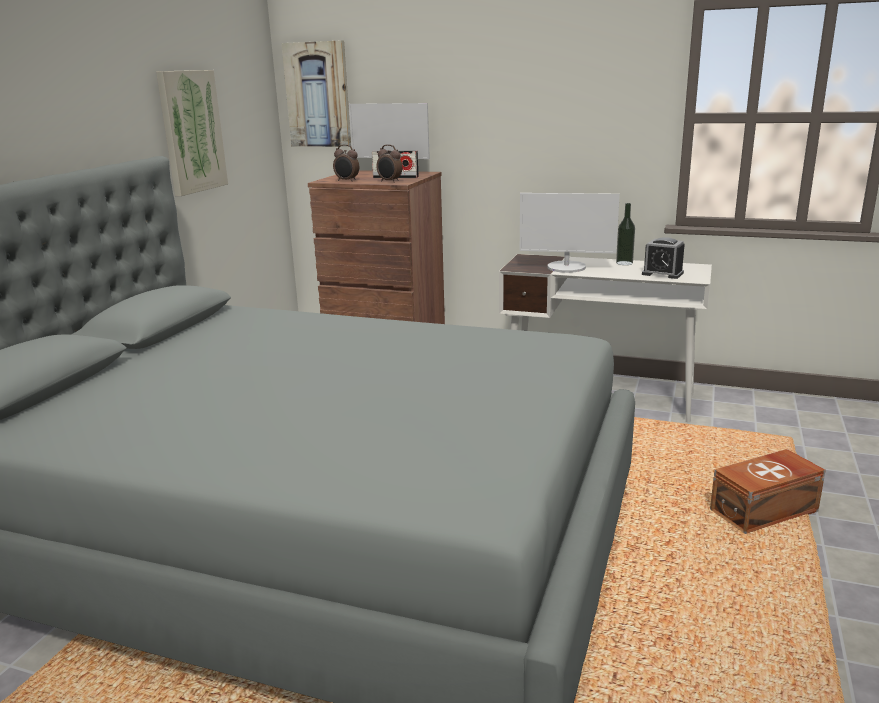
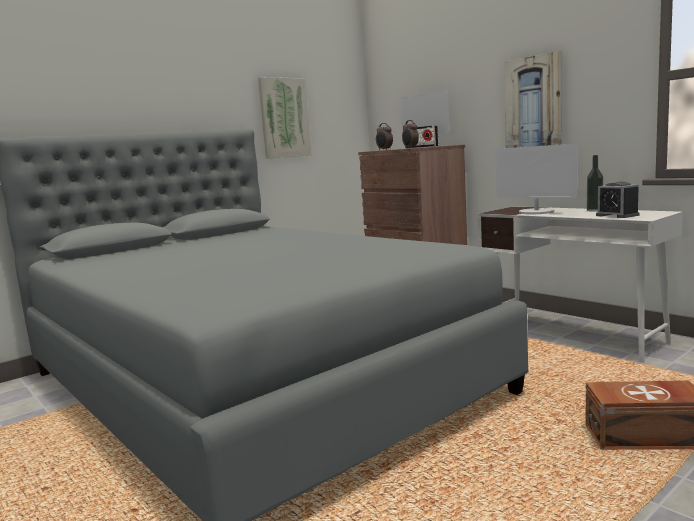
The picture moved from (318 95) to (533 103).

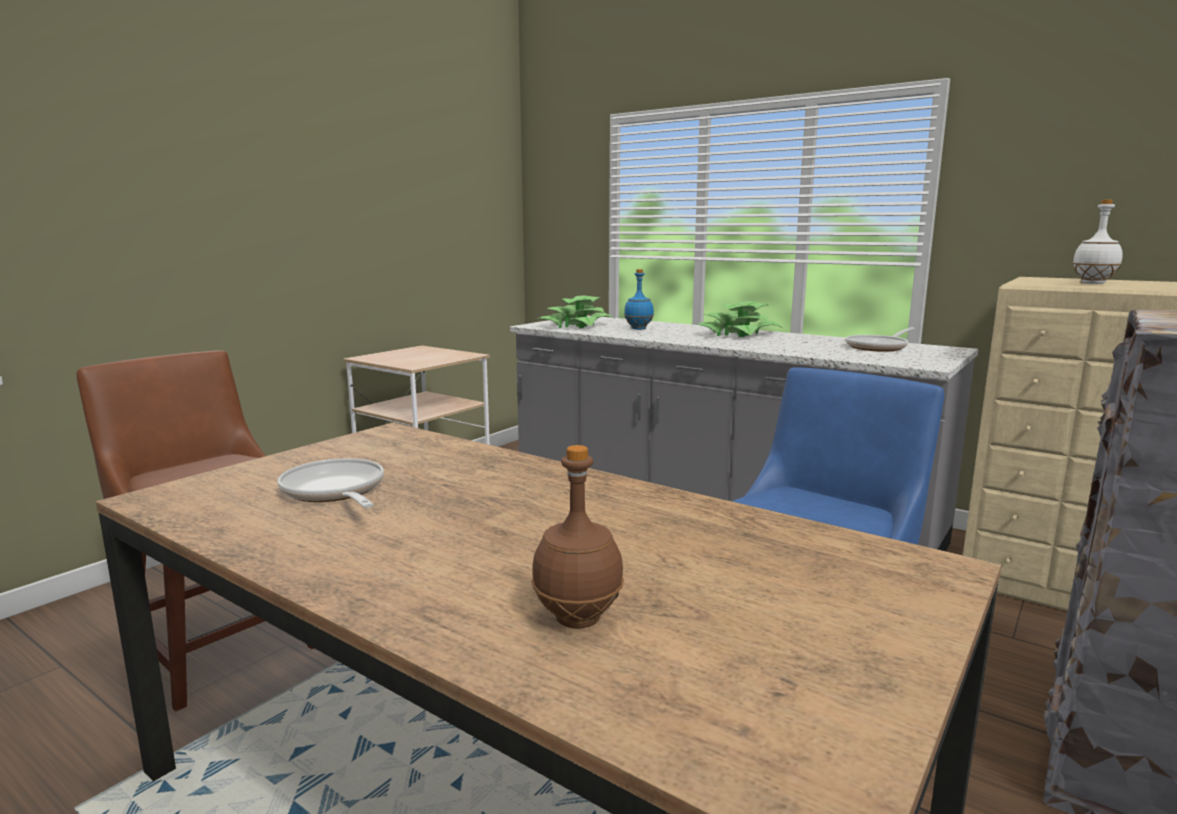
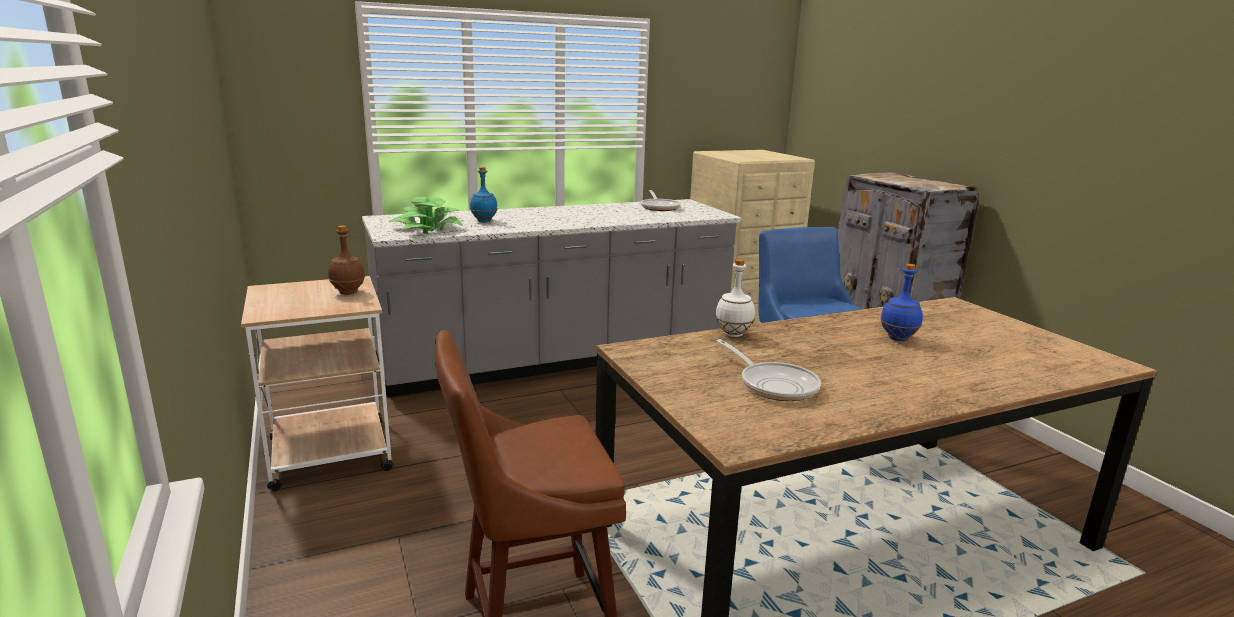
The brown bottle moved from (578 619) to (348 292).
The white bottle moved from (1093 283) to (732 334).
The frying pan at (335 492) turned 120 degrees counterclockwise.
The blue bottle at (898 339) appeared.
The potted plant at (737 334) disappeared.

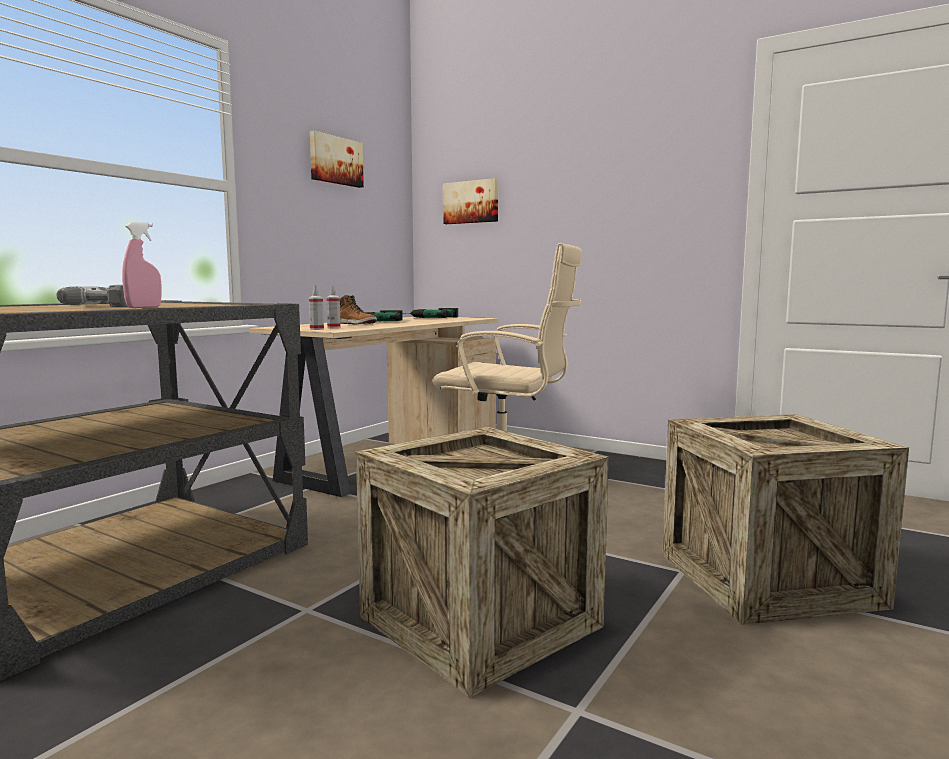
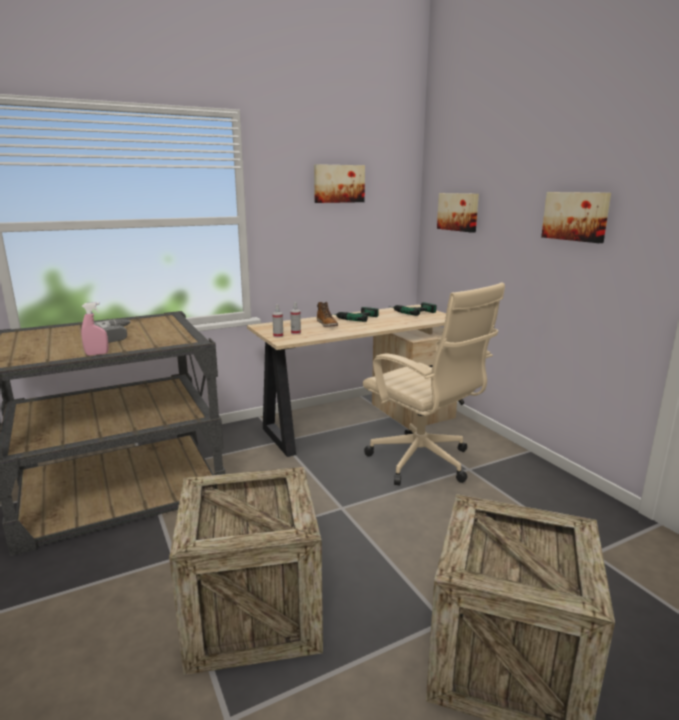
The picture at (576 216) appeared.

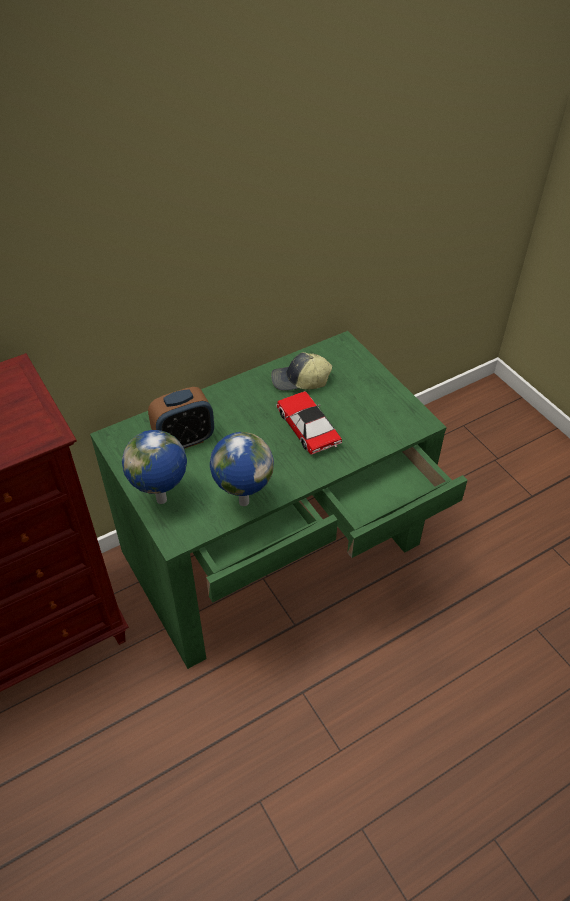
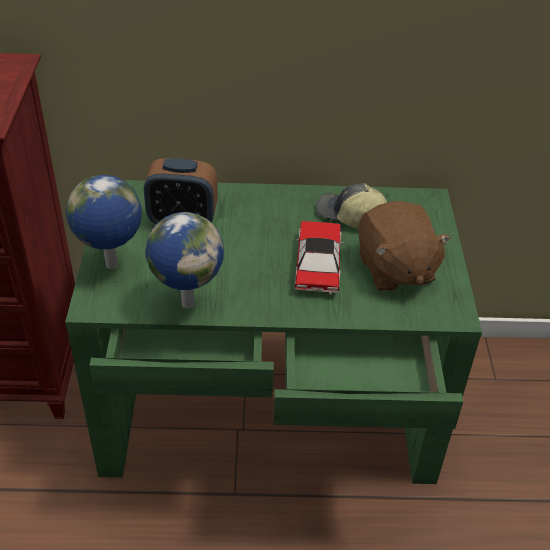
The brown plush toy at (394 269) appeared.

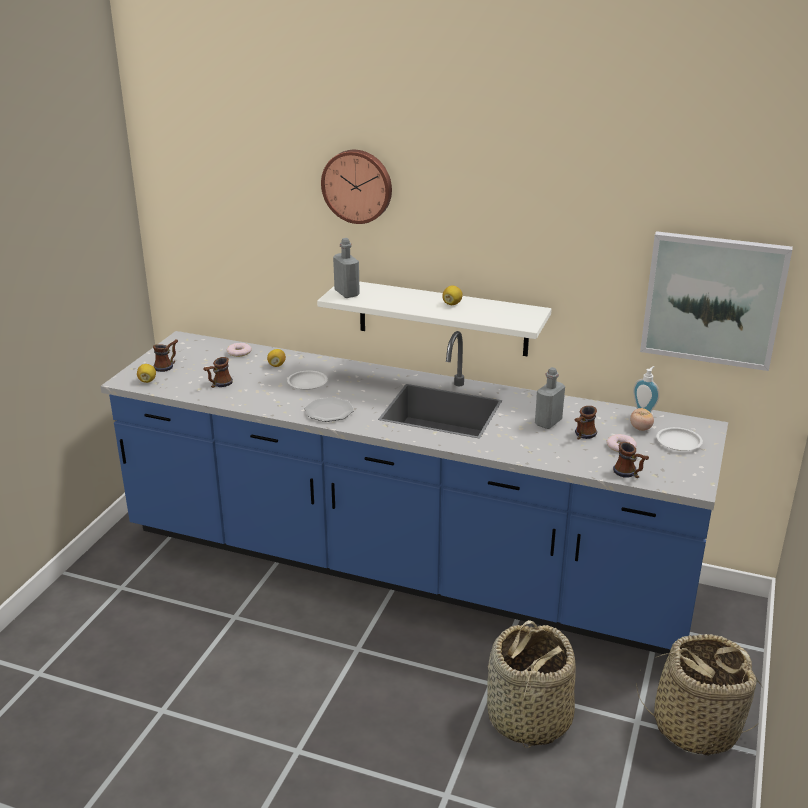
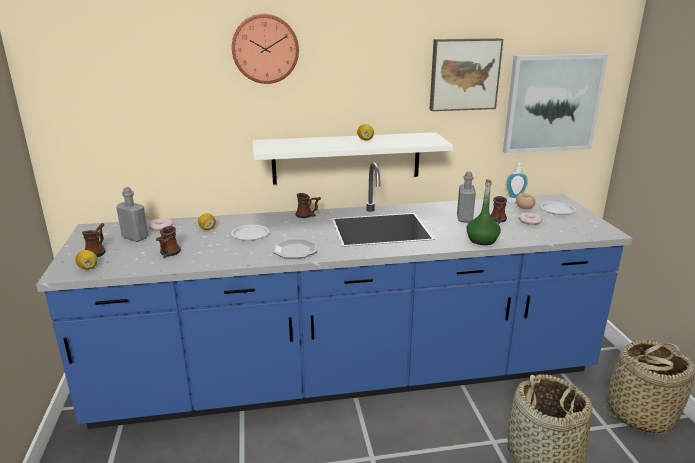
The grey bottle moved from (347 293) to (135 237).
The mug moved from (629 474) to (308 215).
The picture at (464 74) appeared.
The green bottle at (482 240) appeared.

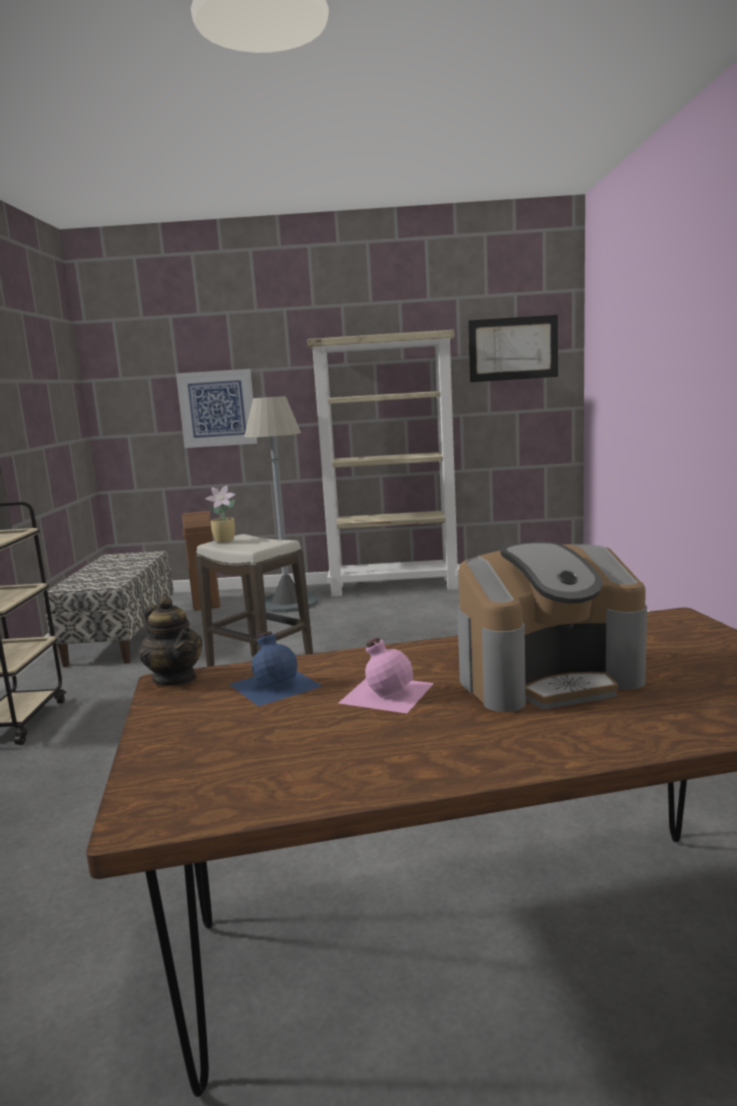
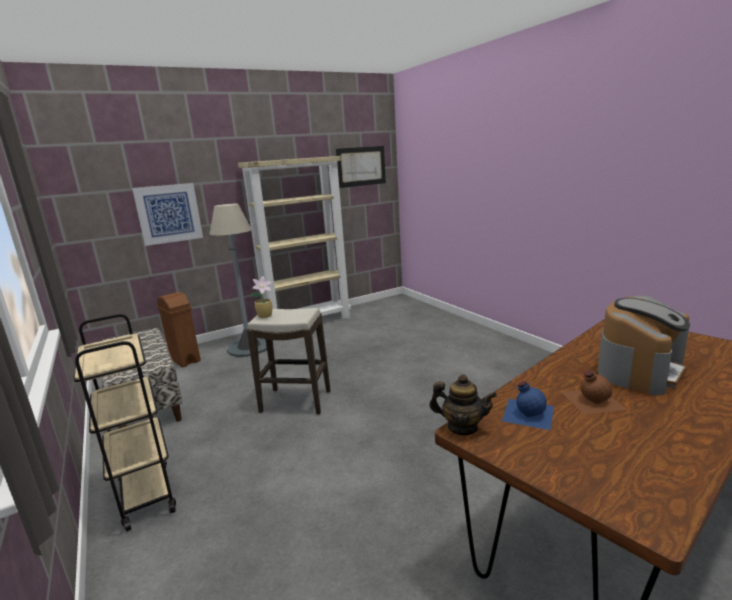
The pink bottle at (386 692) became the brown bottle at (591 400).

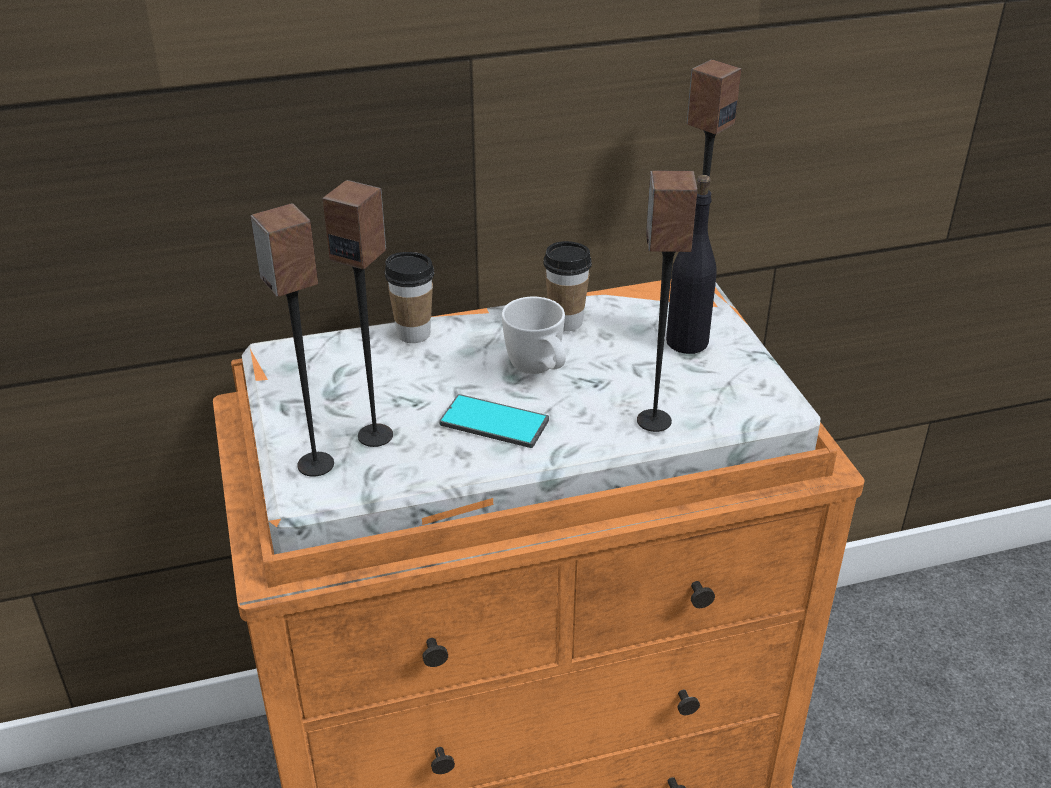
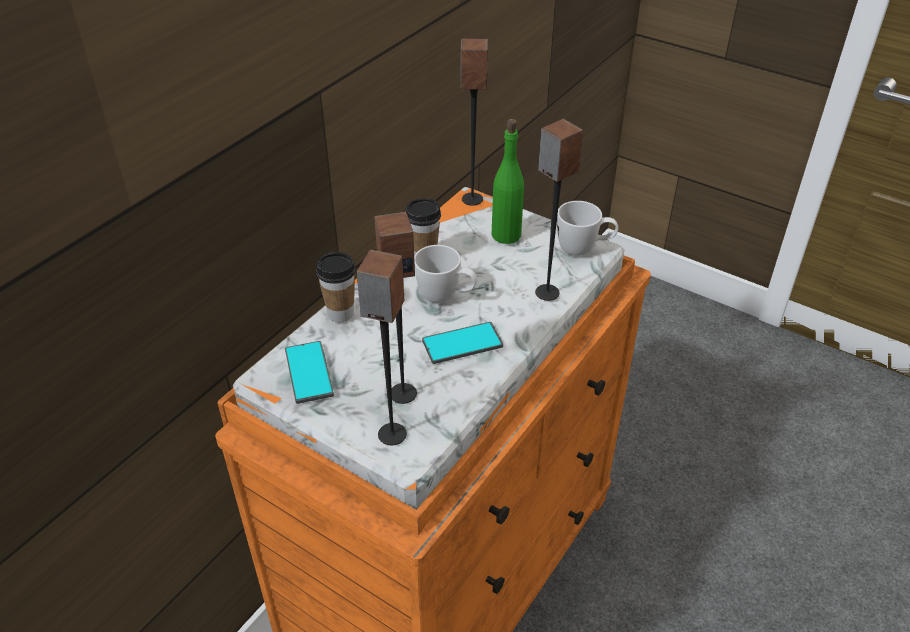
The phone at (309 372) appeared.
The black bottle at (687 342) became the green bottle at (506 234).
The white mug at (584 249) appeared.

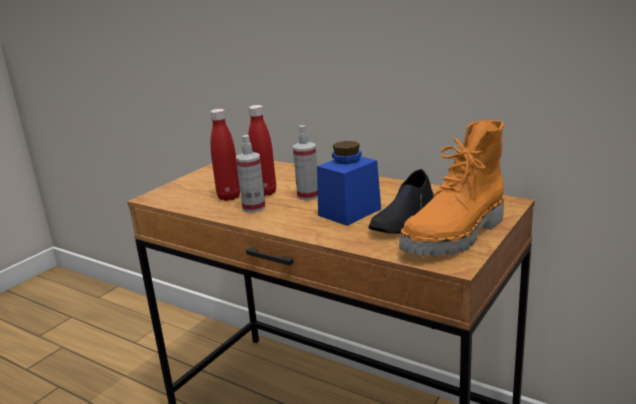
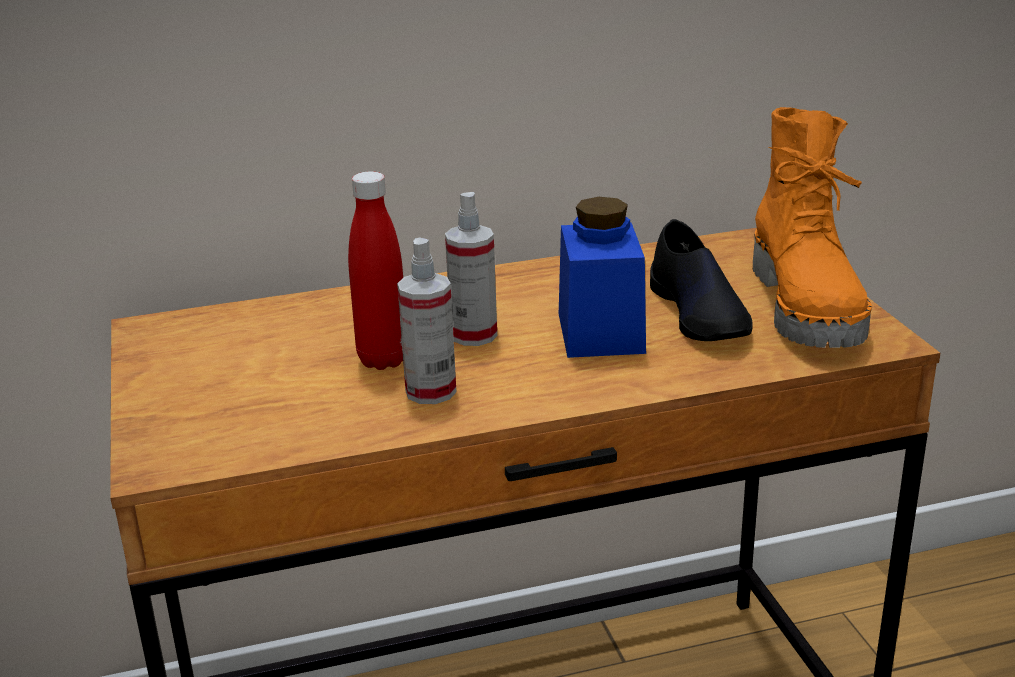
The red bottle at (229 197) disappeared.

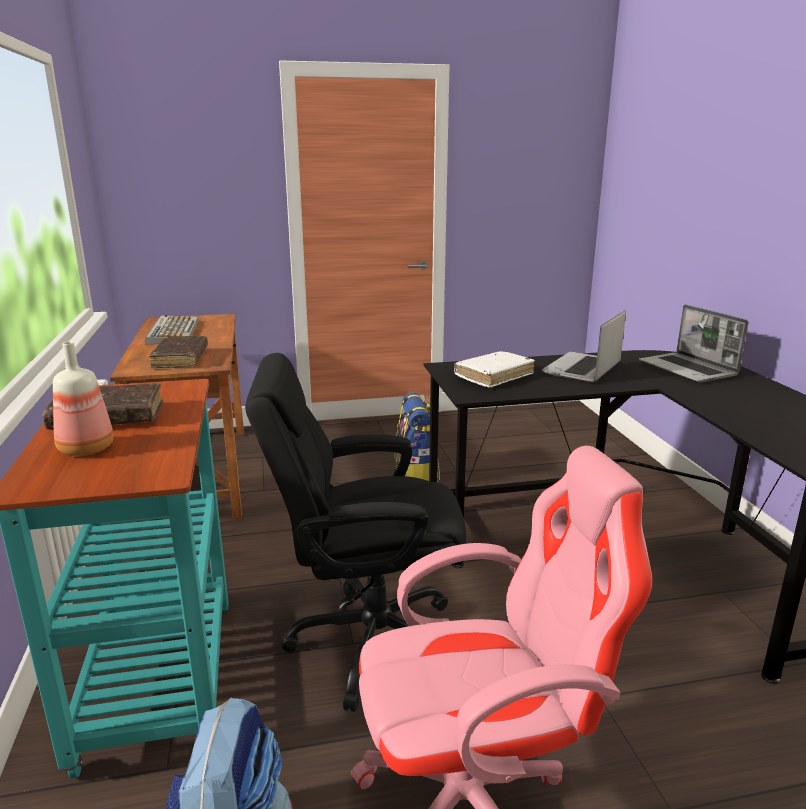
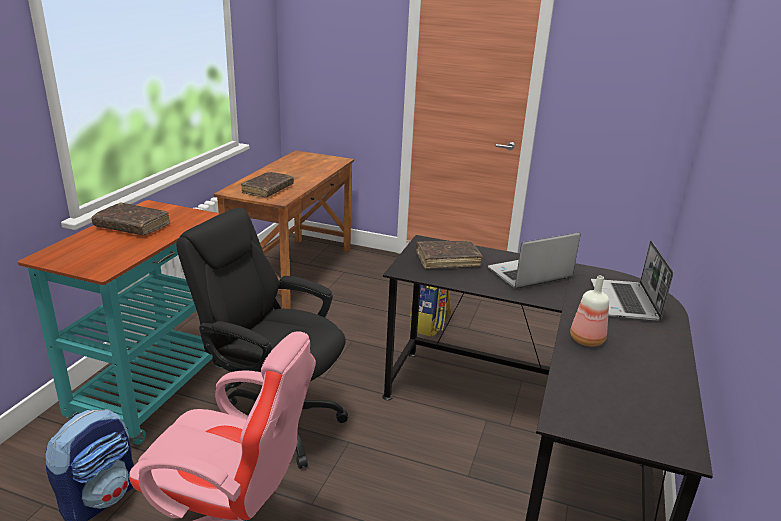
The white book at (494 376) became the brown book at (447 260).
The bottle moved from (84 449) to (585 340).
The keyboard at (173 331) disappeared.

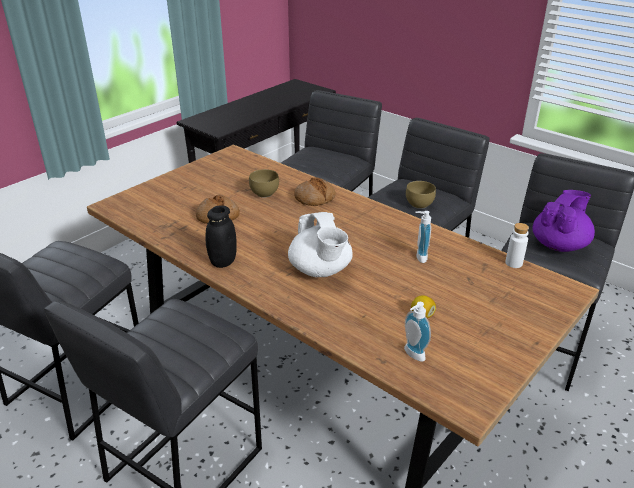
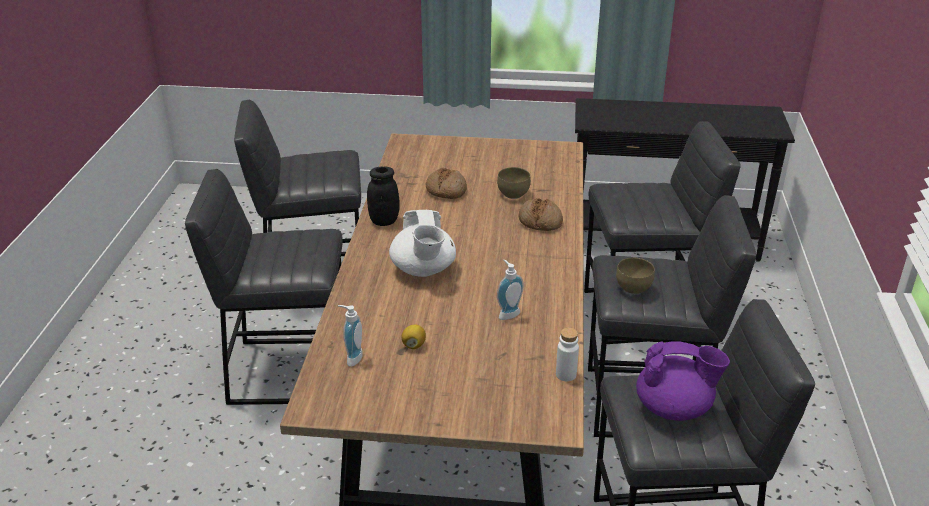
The white teapot at (320 270) turned 45 degrees counterclockwise.

